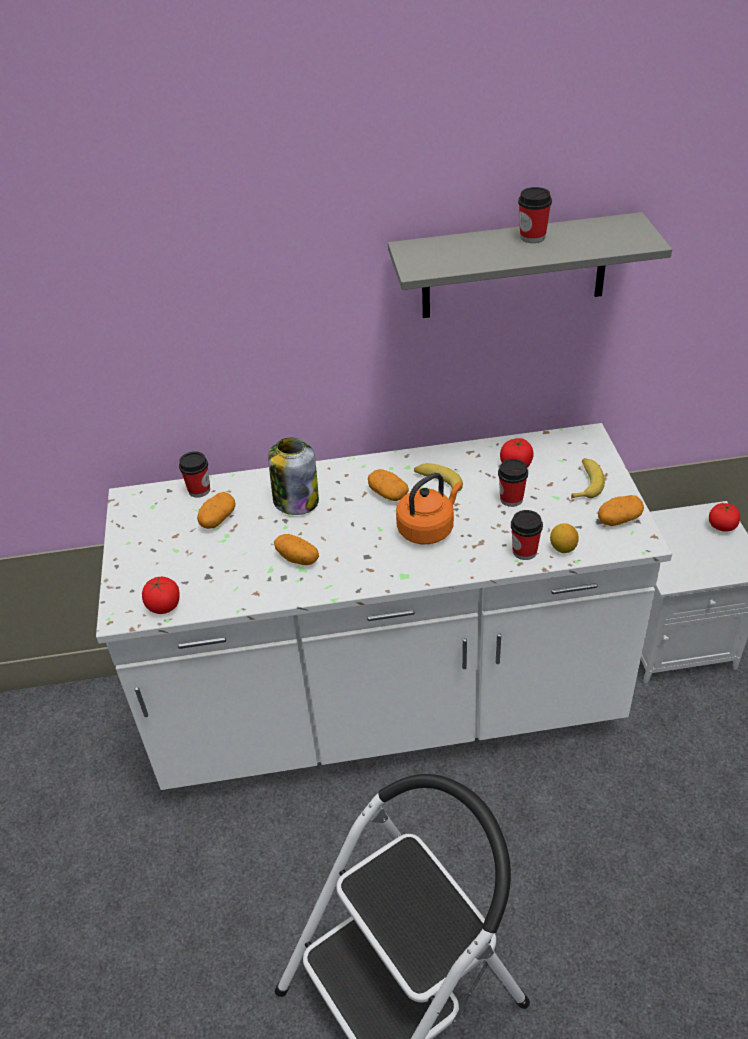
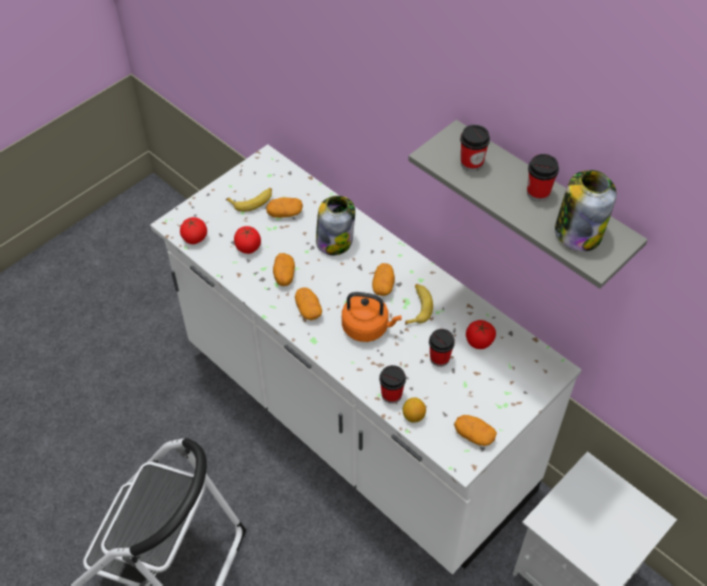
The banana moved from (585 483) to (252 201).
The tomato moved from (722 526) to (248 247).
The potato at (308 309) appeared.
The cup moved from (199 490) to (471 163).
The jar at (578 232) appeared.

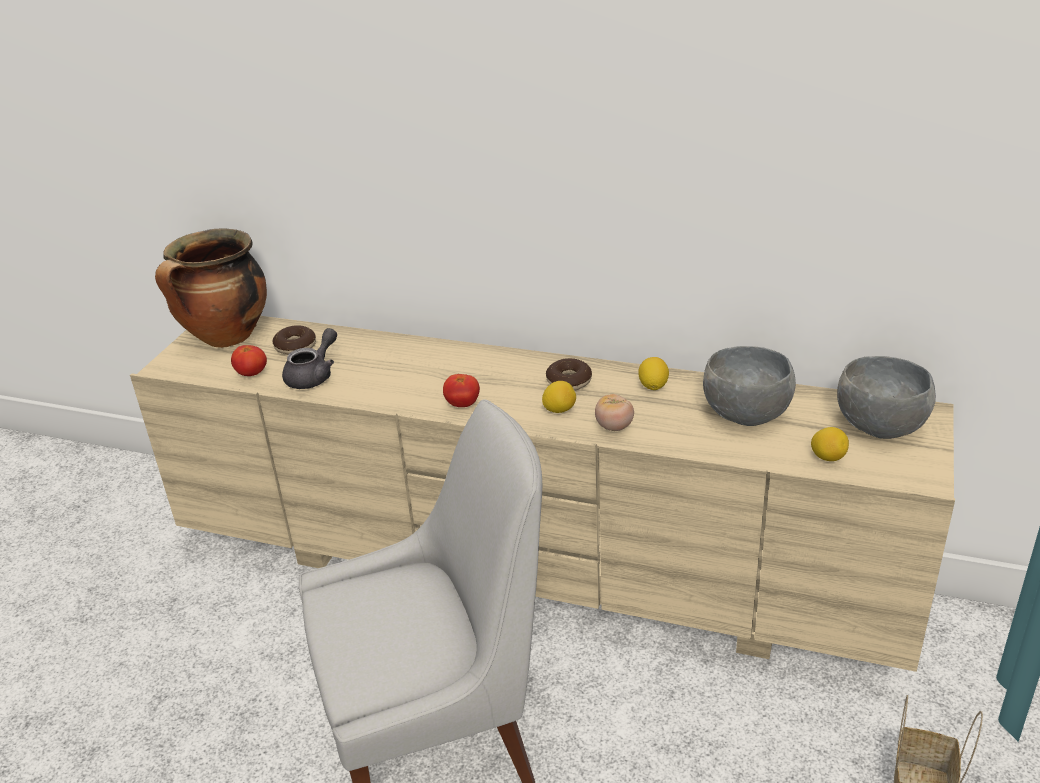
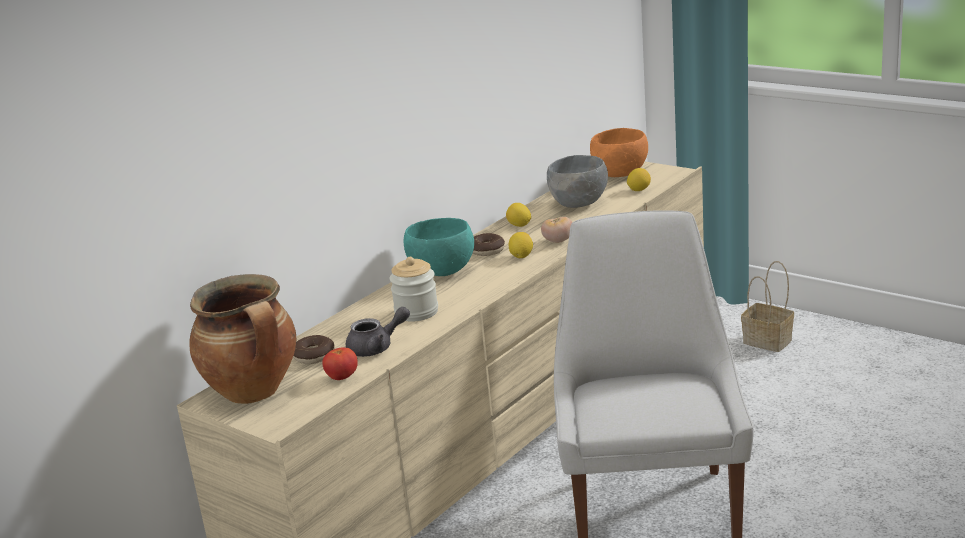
The grey teapot at (314 376) turned 105 degrees clockwise.
The jar at (416 312) appeared.
The turquoise bowl at (442 272) appeared.
The grey bowl at (880 429) became the orange bowl at (621 174).
The tomato at (462 404) disappeared.

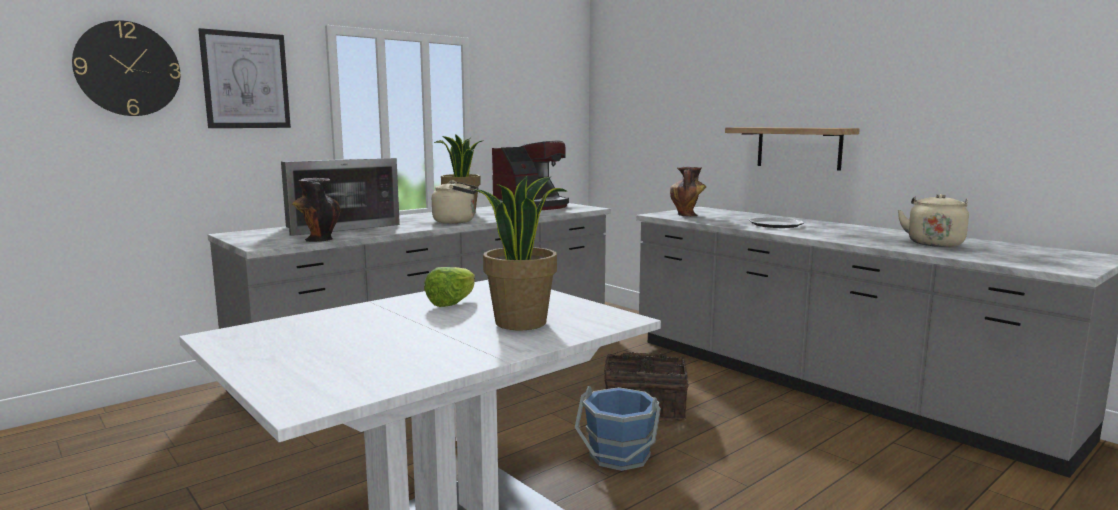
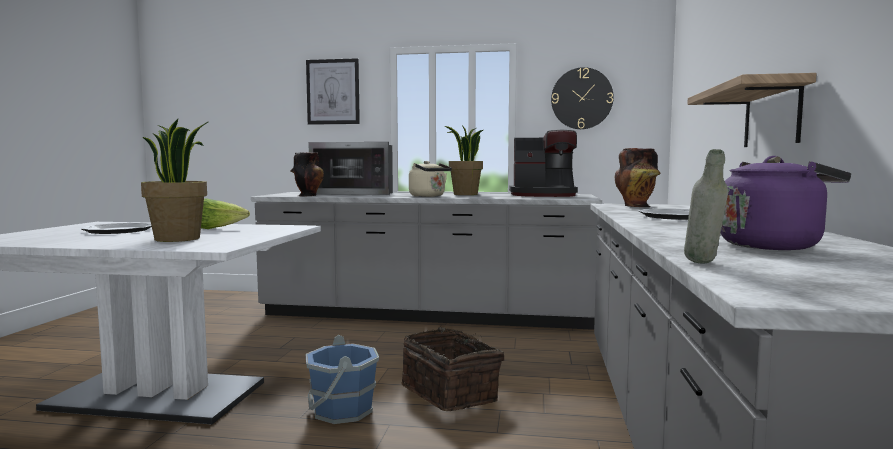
The plate at (118 231) appeared.
The wall clock moved from (128 69) to (581 98).
The grey bottle at (703 264) appeared.
The beige kettle at (934 243) became the purple kettle at (772 246).

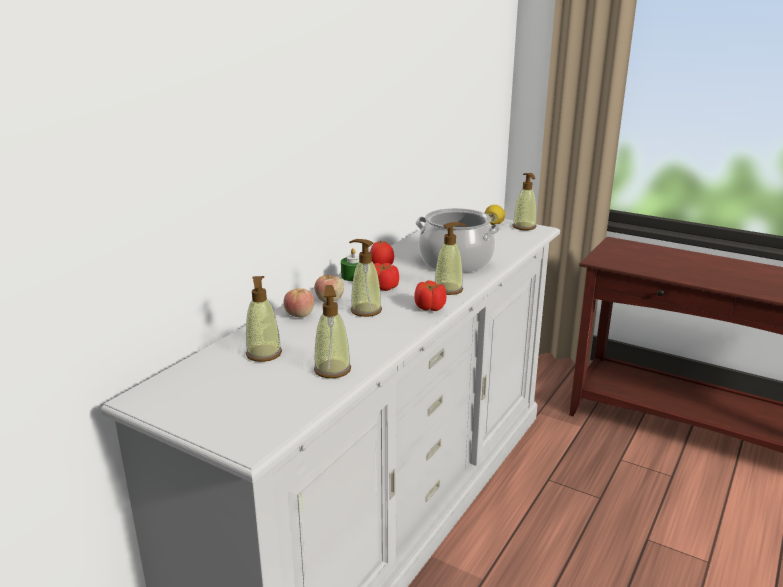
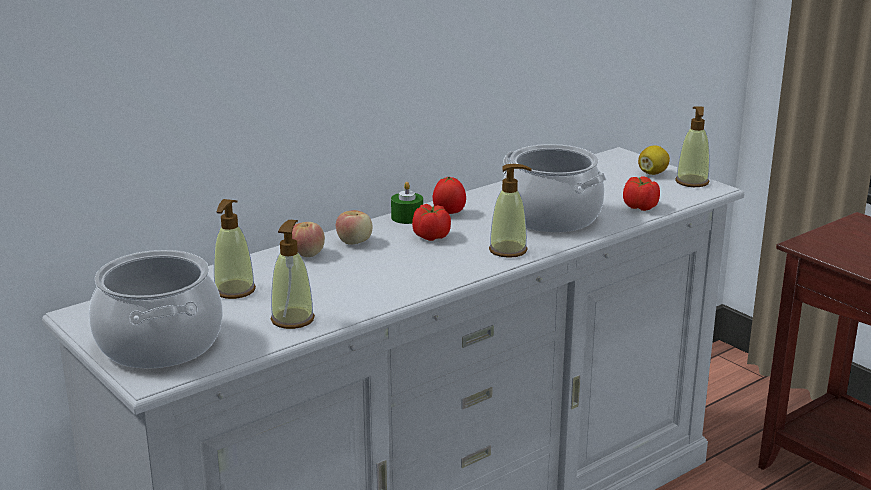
The cooking pot at (158 343) appeared.
The tomato moved from (430 308) to (640 207).
The soap dispenser at (366 310) disappeared.

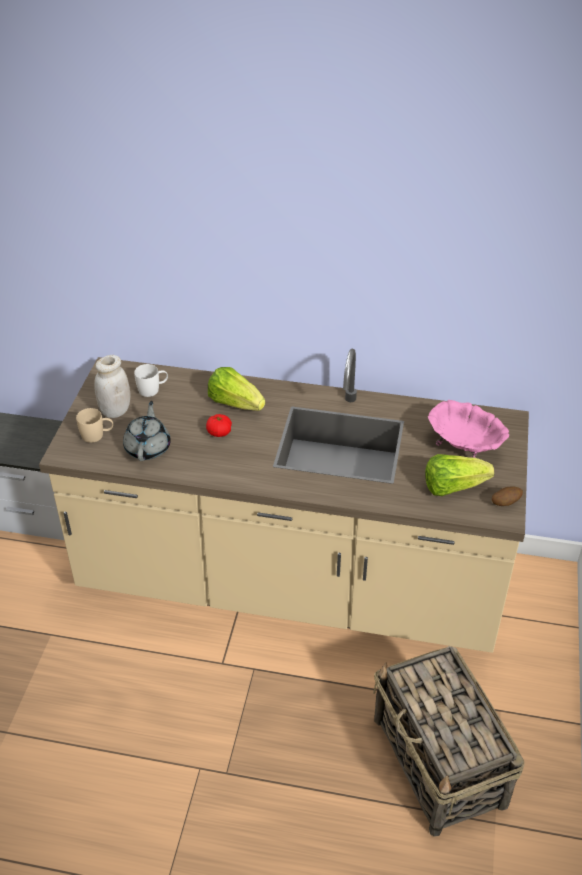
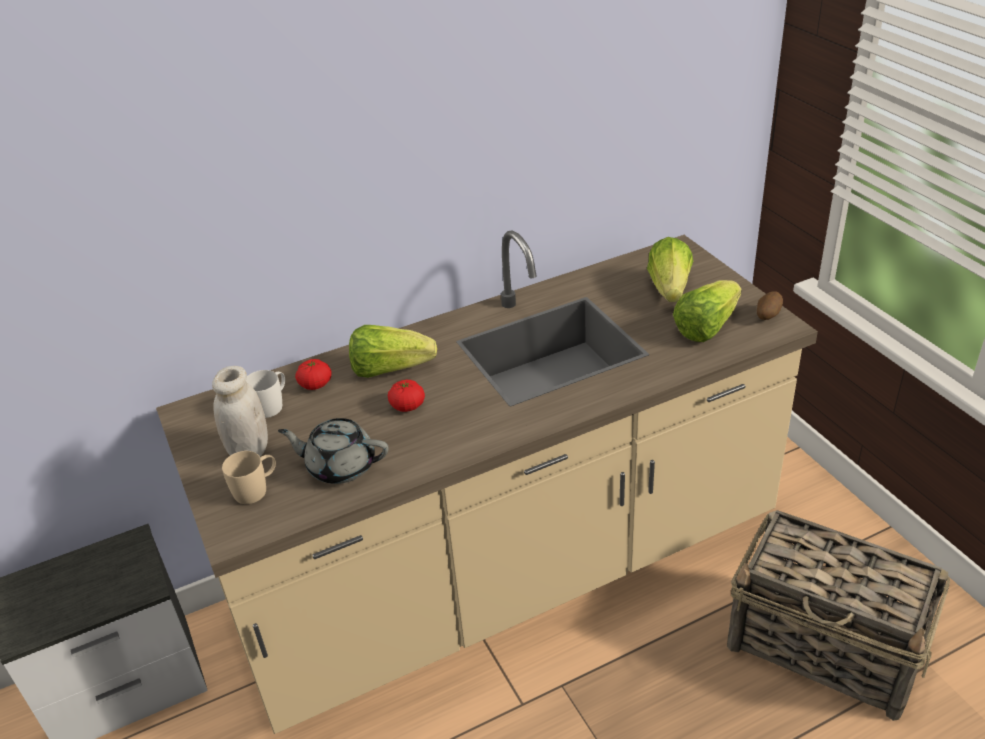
The grey teapot at (148 447) turned 45 degrees counterclockwise.
The tomato at (315 384) appeared.
The pink bowl at (465 446) was replaced by the lettuce at (669 288).

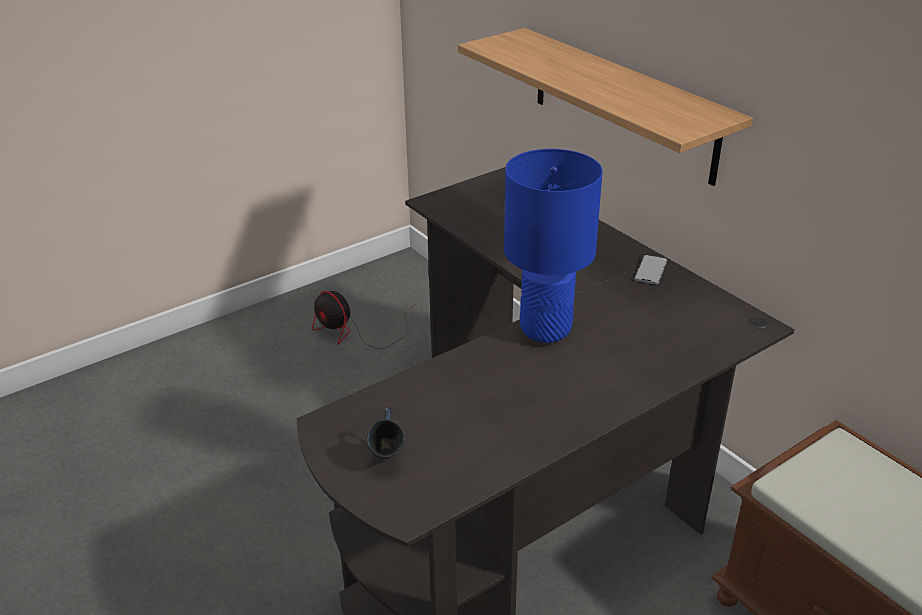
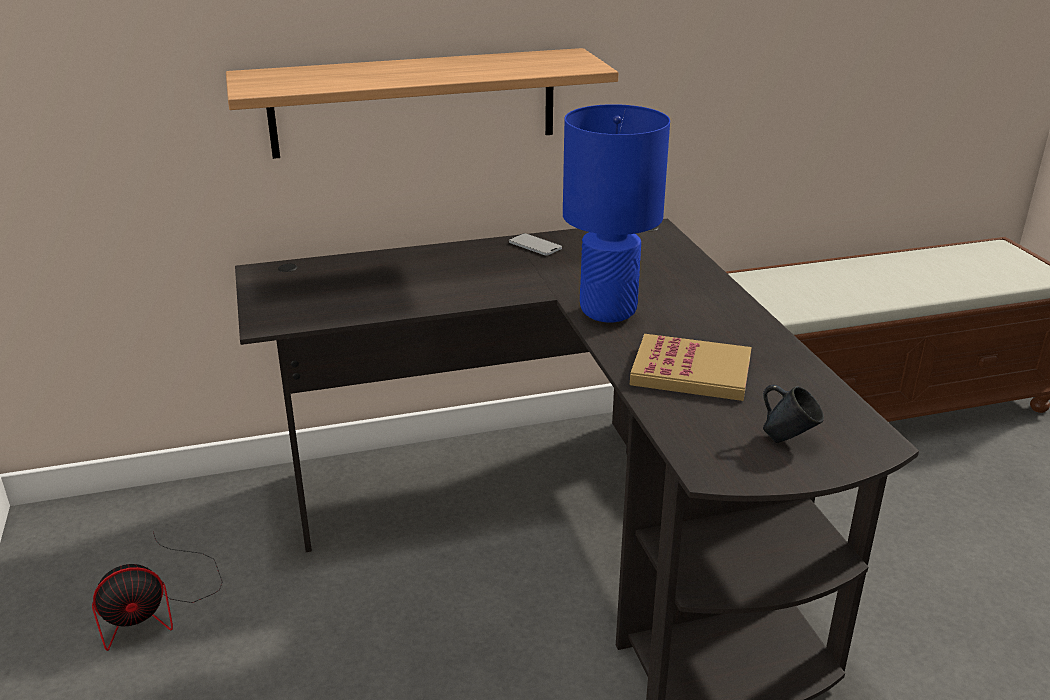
The book at (691 372) appeared.

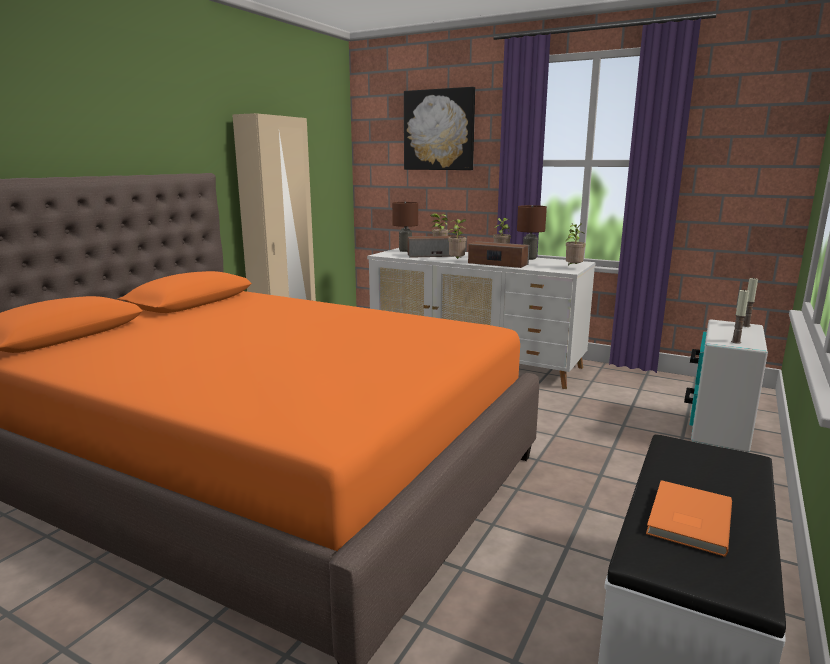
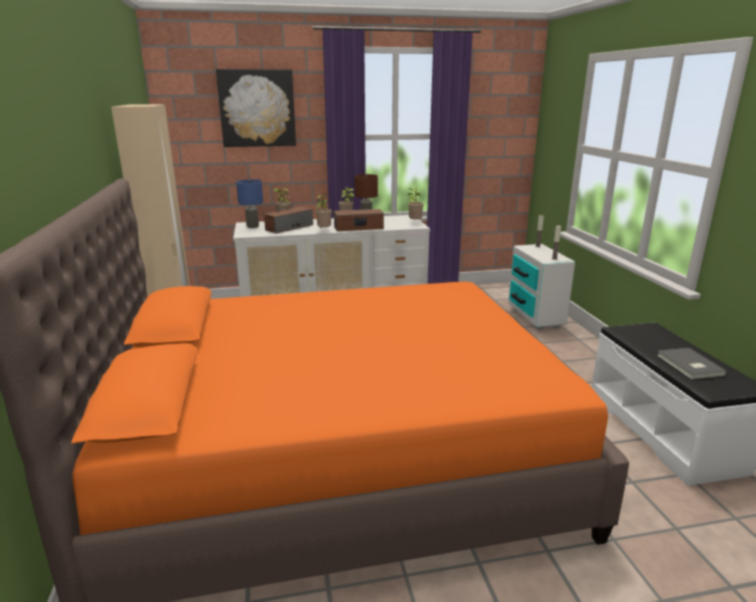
The brown table lamp at (406 251) became the blue table lamp at (253 226).
The orange book at (686 519) became the grey book at (689 365).

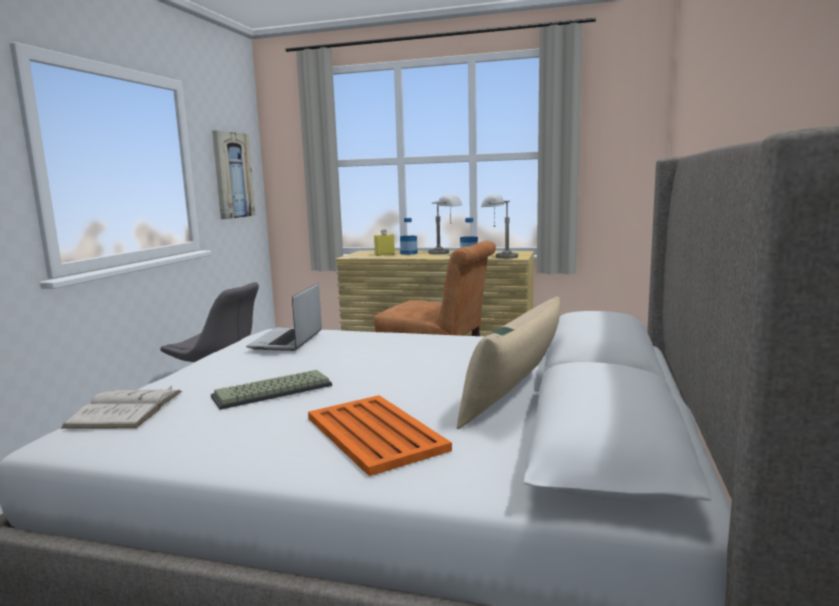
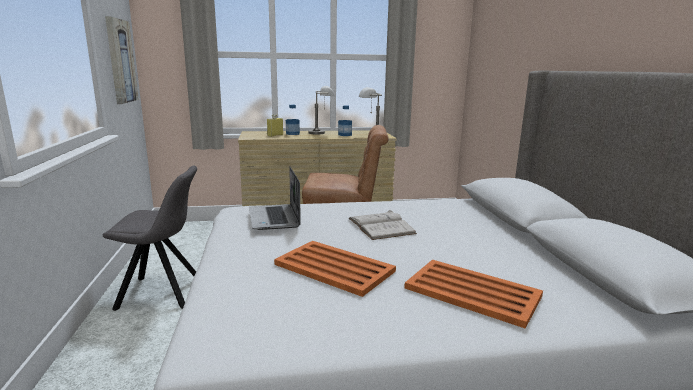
The keyboard at (272 392) was replaced by the orange tray at (335 268).
The white book moved from (126 409) to (381 226).
The beige pillow at (512 398) disappeared.

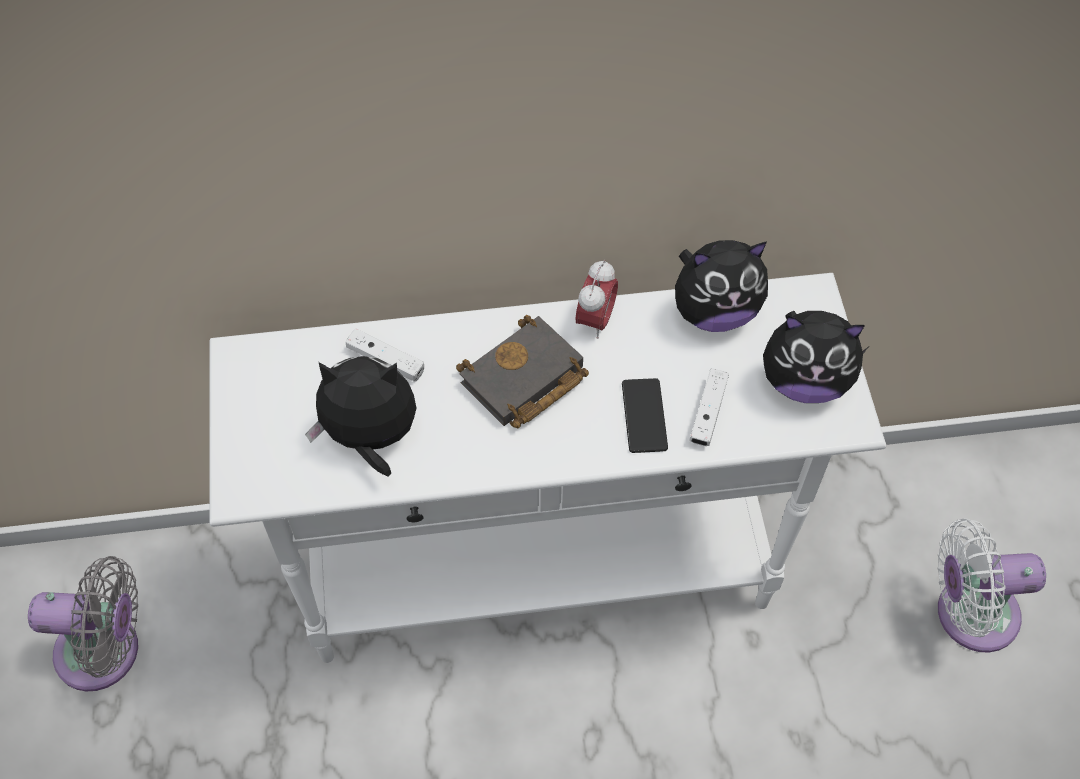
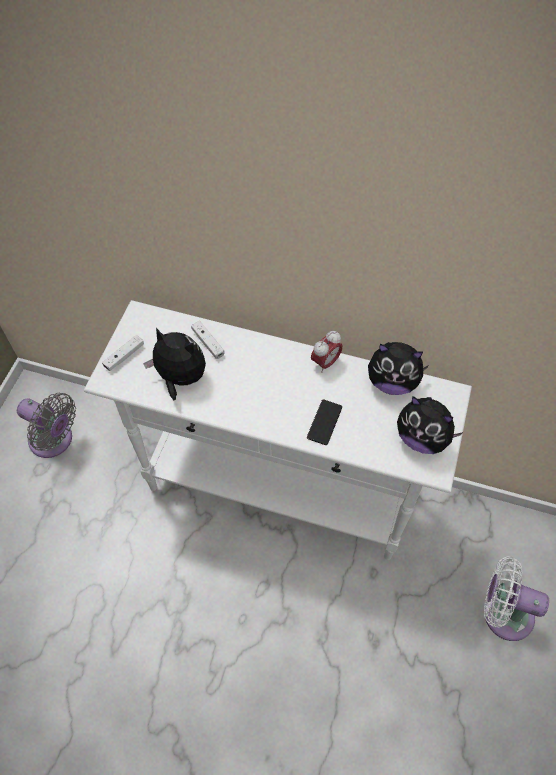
The white game controller moved from (708 413) to (124 356).
The black book at (523 381) disappeared.

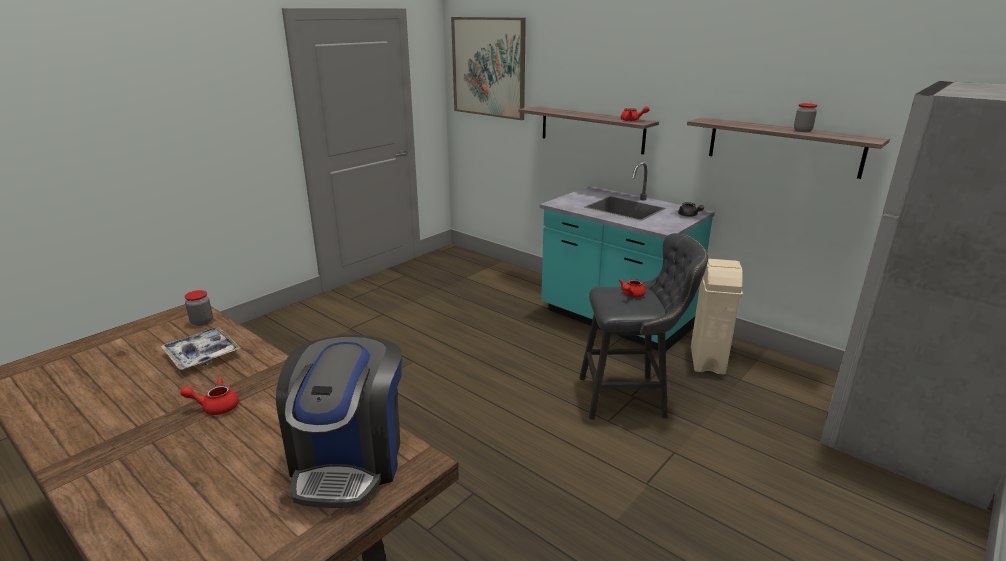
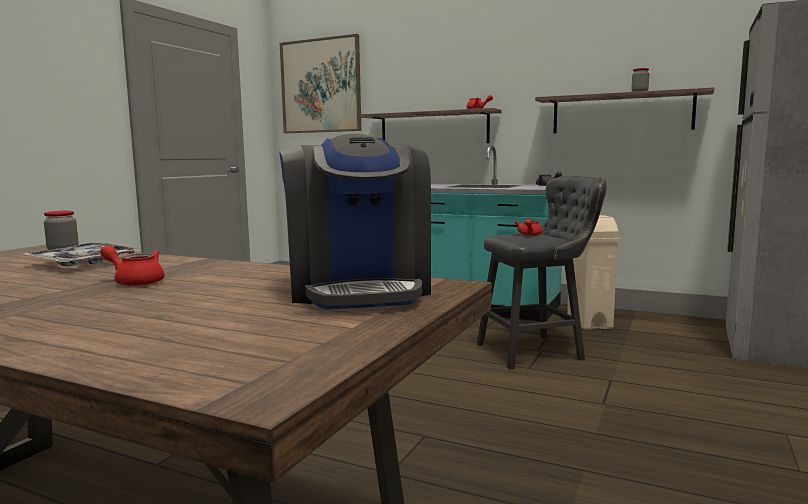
The red teapot at (215 407) turned 45 degrees clockwise.

